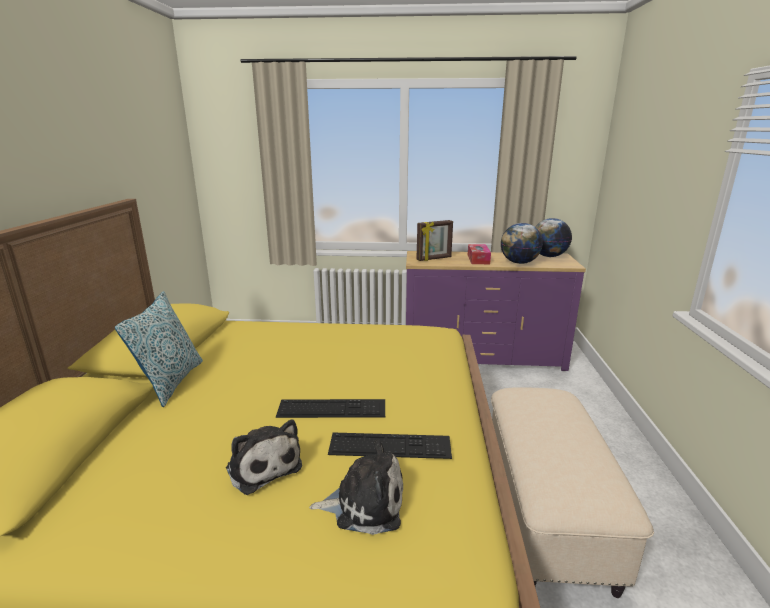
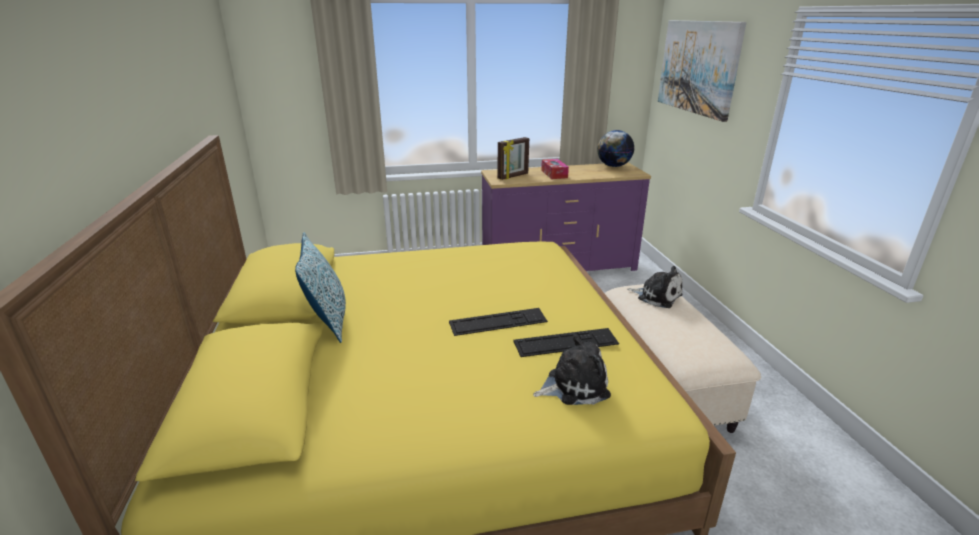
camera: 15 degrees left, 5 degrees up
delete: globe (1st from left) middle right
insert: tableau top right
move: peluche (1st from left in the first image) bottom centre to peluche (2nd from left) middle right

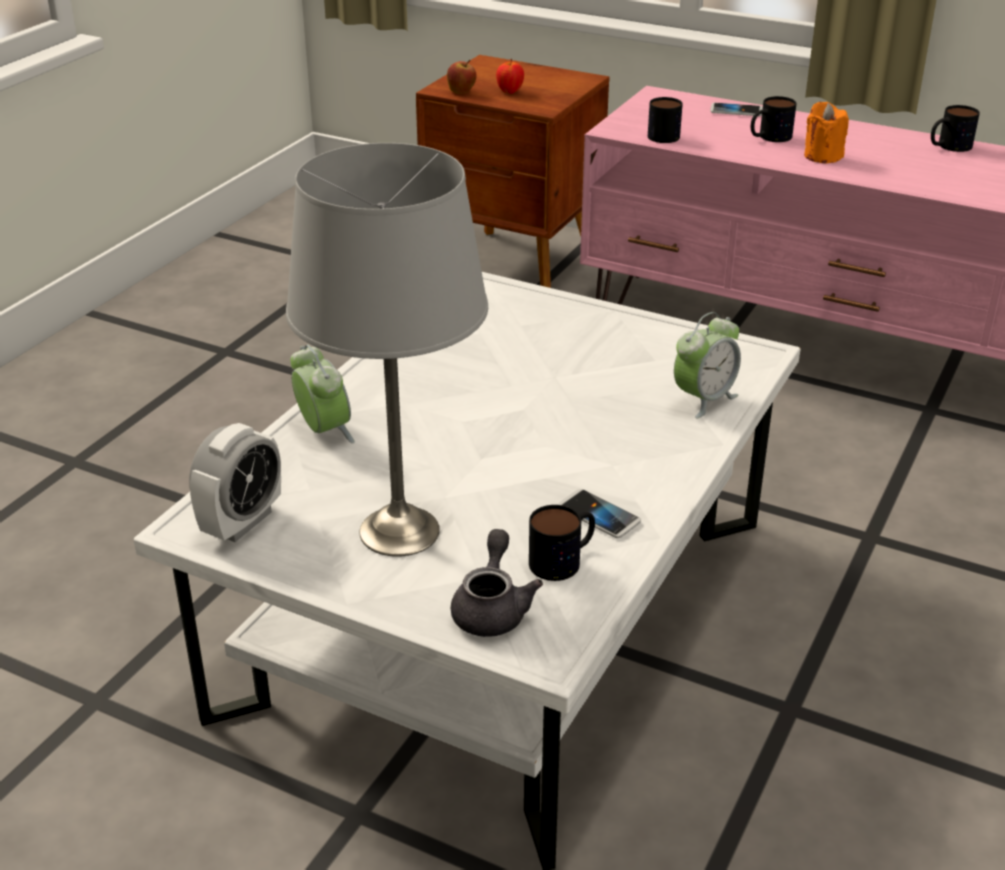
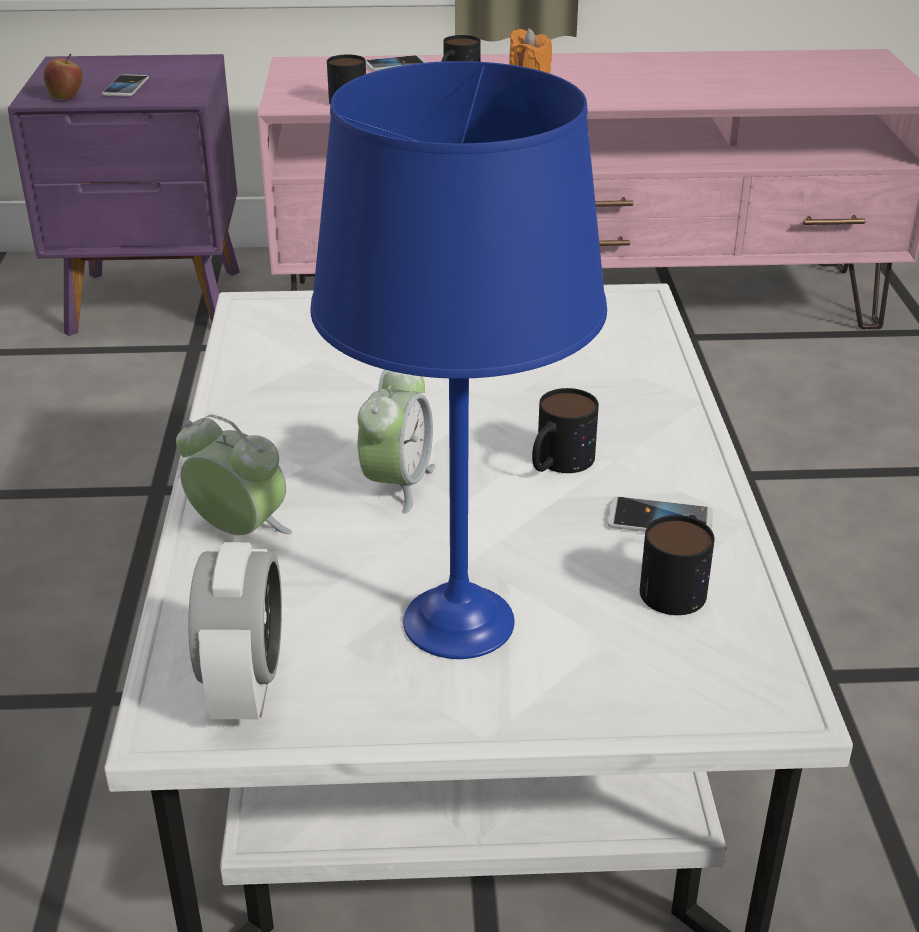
camera: 30 degrees left, 0 degrees up
delete: théière/gris bottom centre
move: réveil (3rd from left) middle right to centre; mug (4th from left in the first image) top right to mug (3rd from left) centre
replace: pomme (2nd from left) top centre to téléphone (1st from left) top left
recolor: table de chevet/marron top centre to table de chevet/violet top left; lampe de table/gris centre to lampe de table/bleu centre

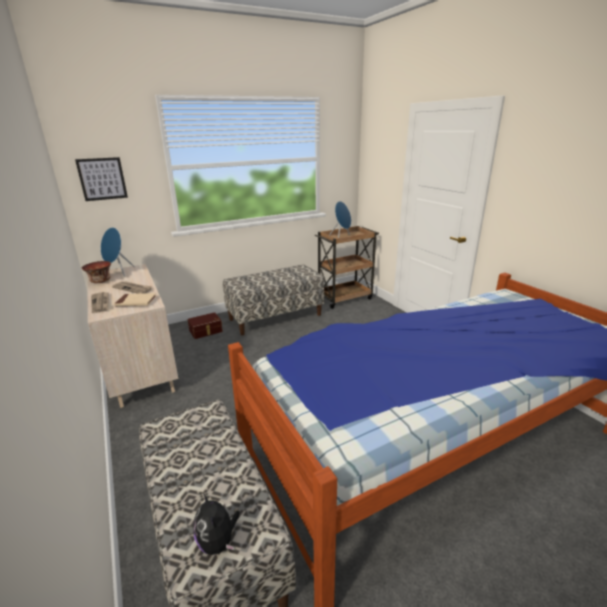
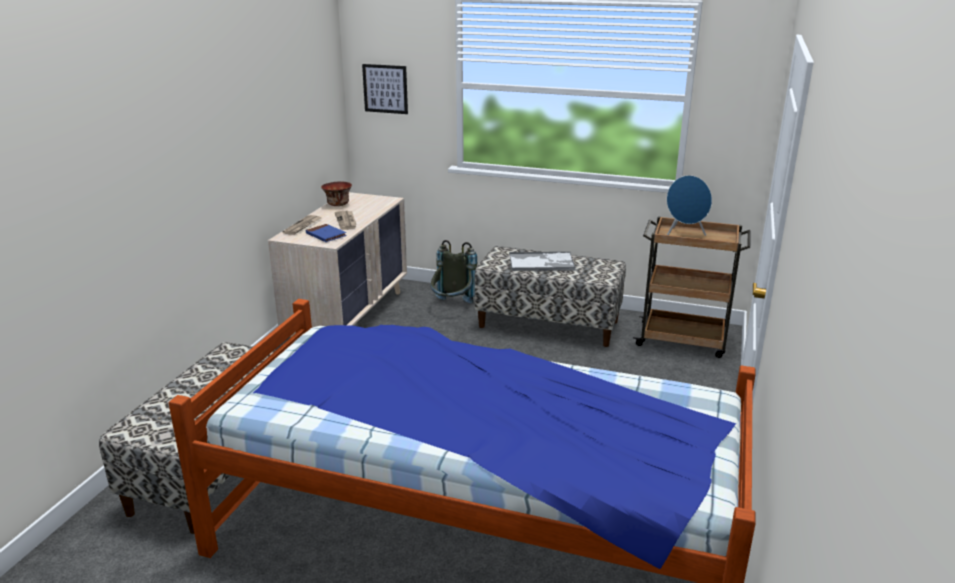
camera: 45 degrees right, 0 degrees up
delete: enceinte/bleu (1st from left) middle left; peluche bottom centre
insert: plateau centre
replace: boîte de rangement/marron centre to sac à dos/gris centre
recolor: livre/beige middle left to livre/bleu centre

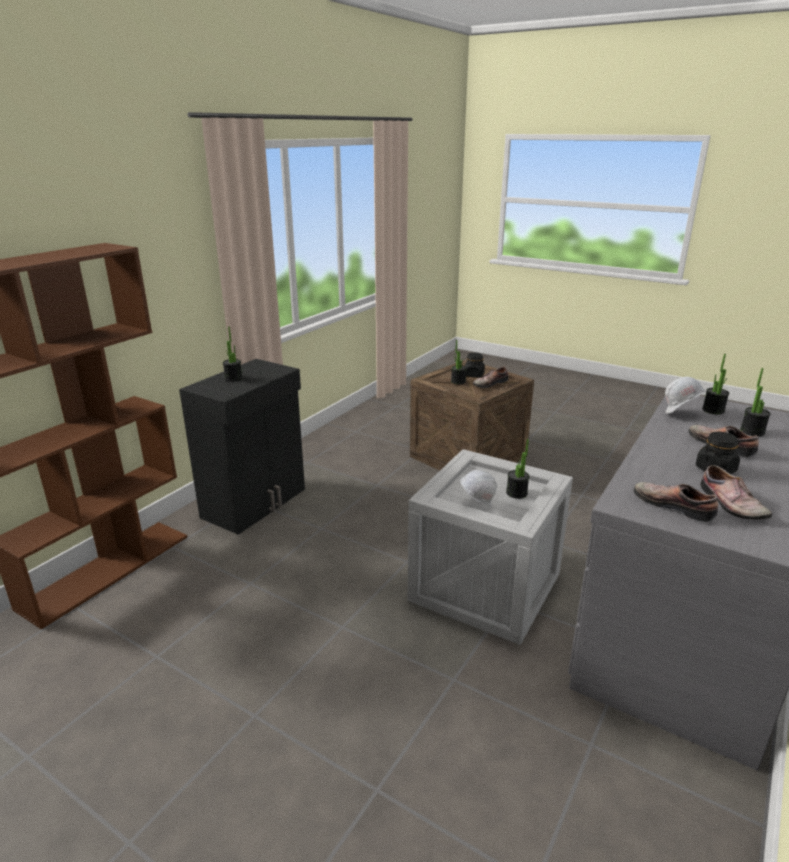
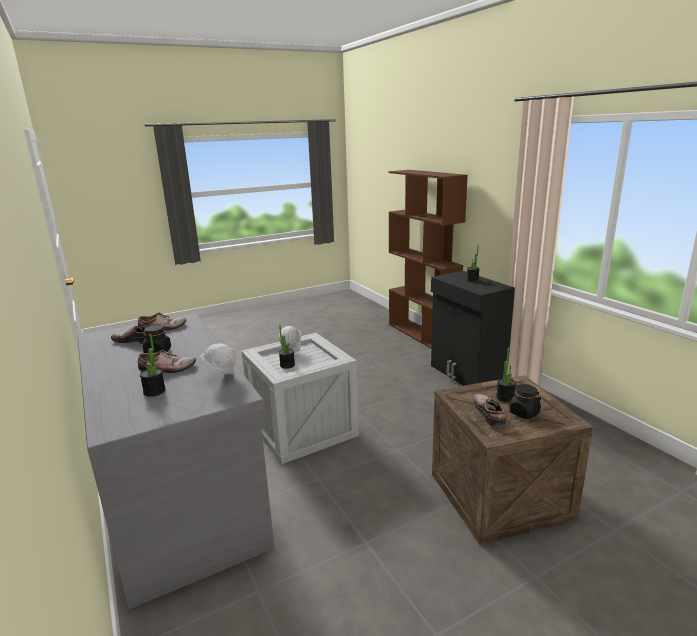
camera: 120 degrees right, 5 degrees down
delete: plante en pot (4th from left) middle right

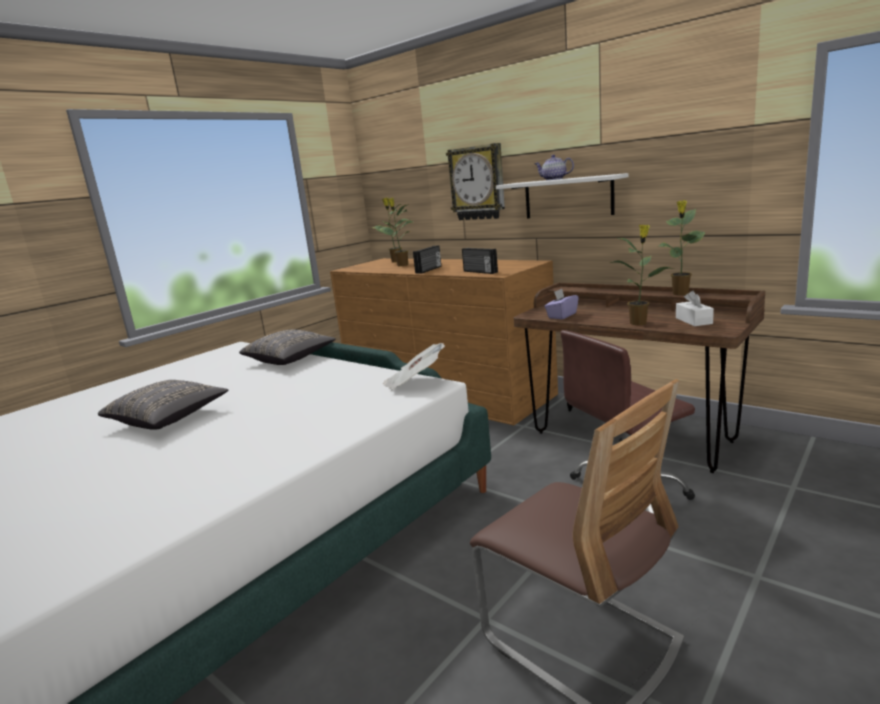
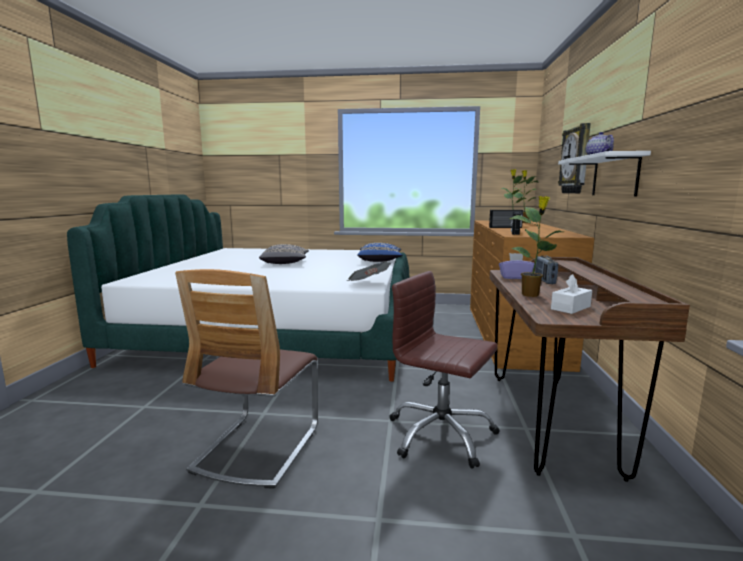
camera: 55 degrees right, 5 degrees down
delete: plante en pot (4th from left) middle right
insert: radio (3rd from left) middle right
recolor: coussin/gris (2nd from left) middle left to coussin/bleu centre

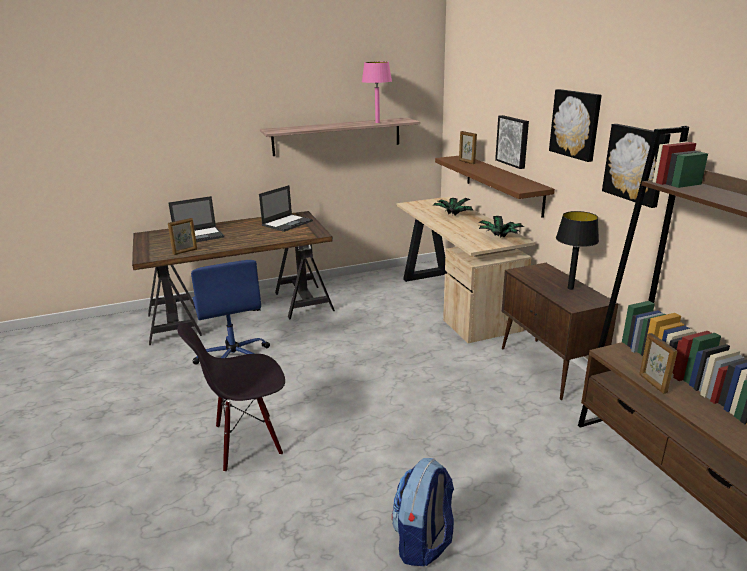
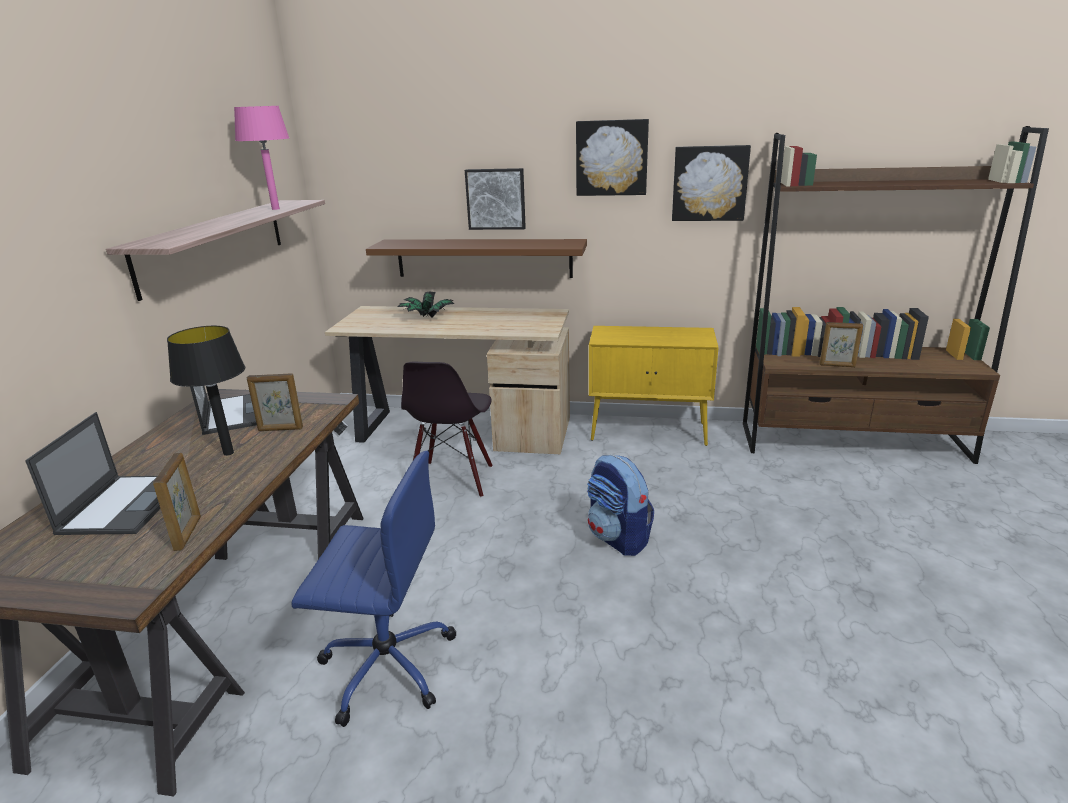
camera: 60 degrees left, 0 degrees up
delete: plante en pot (2nd from left) middle right
move: lampe de table/noir middle right to middle left; cadre photo (2nd from left) top centre to middle left; chaise/noir bottom left to centre; sac à dos bottom centre to centre
recolor: meuble de rangement/marron middle right to meuble de rangement/jaune centre

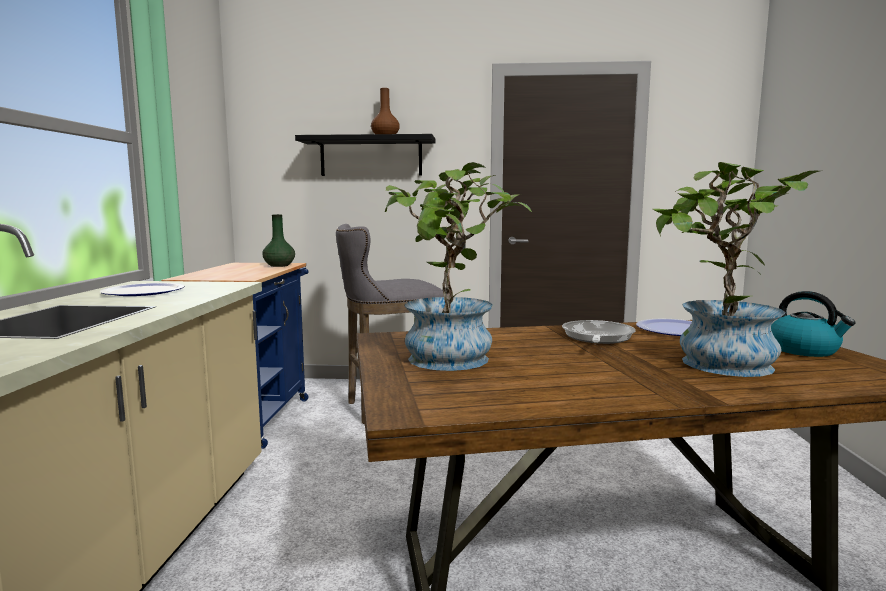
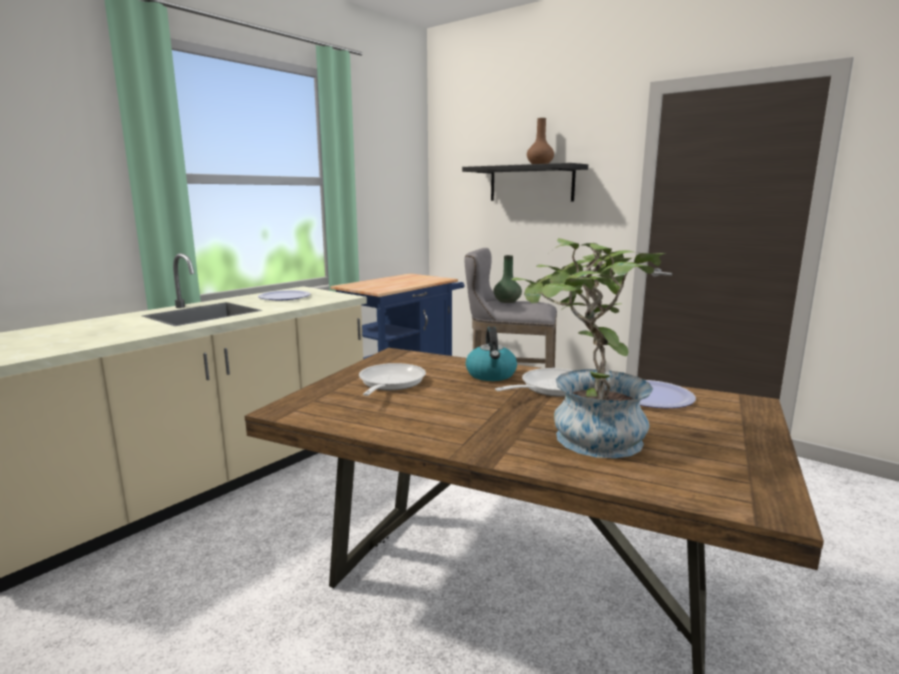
camera: 35 degrees right, 5 degrees up
move: bouilloire middle right to centre; vase/vert middle left to centre
replace: plante en pot (1st from left) centre to poêle (1st from left) centre

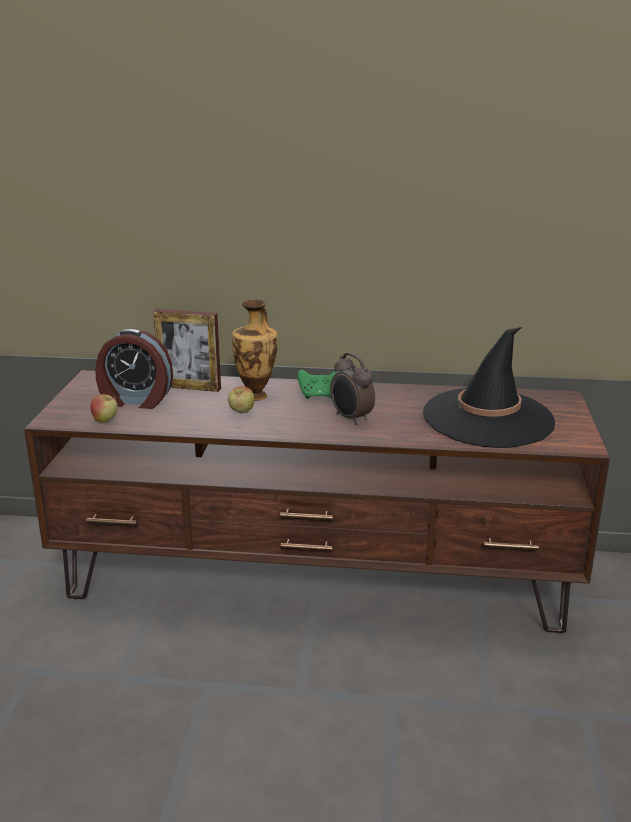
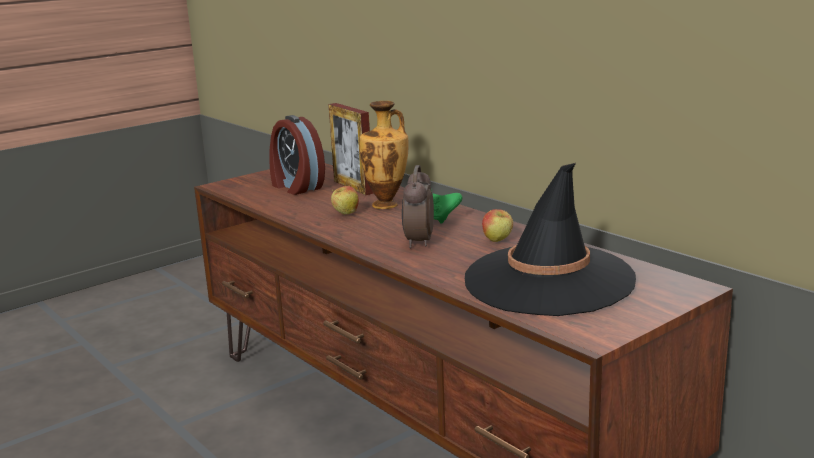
camera: 45 degrees right, 5 degrees down
move: pomme (1st from left in the first image) middle left to pomme (2nd from left) centre

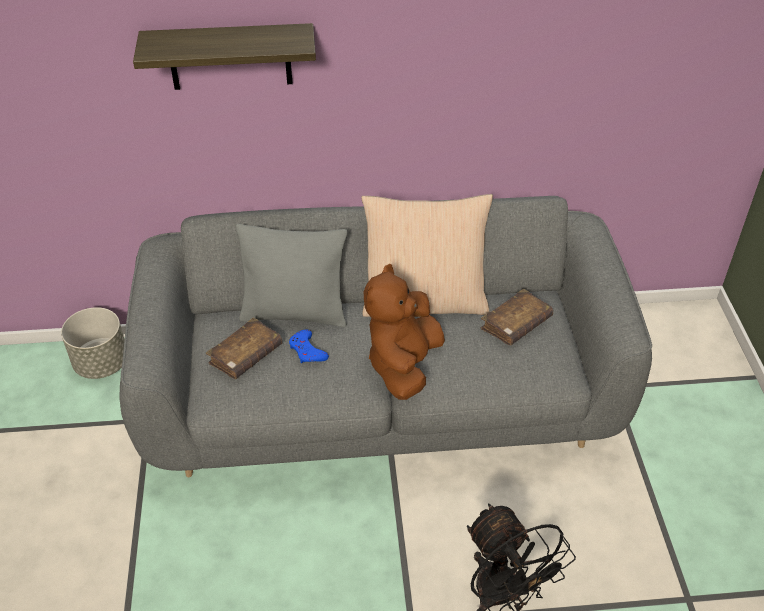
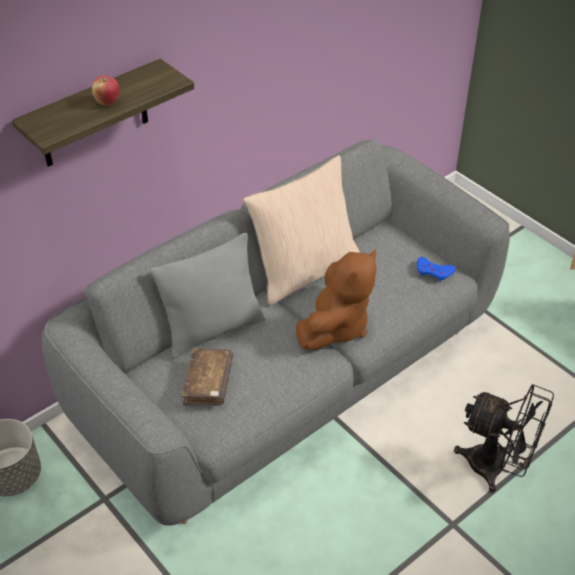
camera: 35 degrees left, 0 degrees up
delete: livre/marron (2nd from left) middle right
insert: pomme top left
move: manette/bleu centre to middle right
rotate: peluche/marron centre = centre 135 degrees counterclockwise

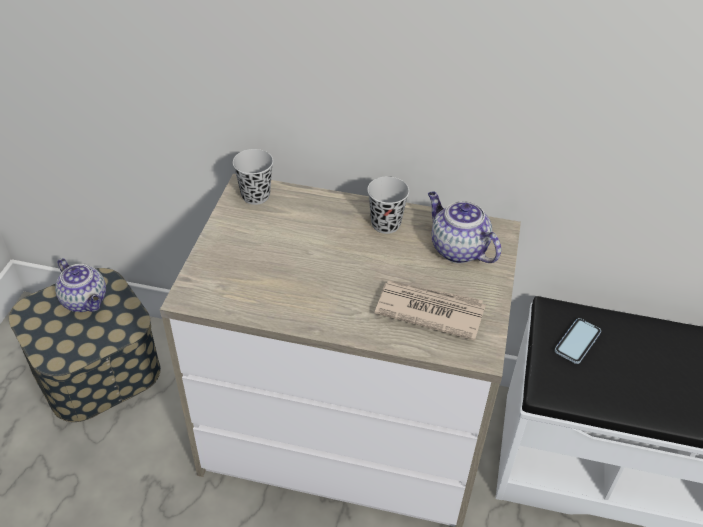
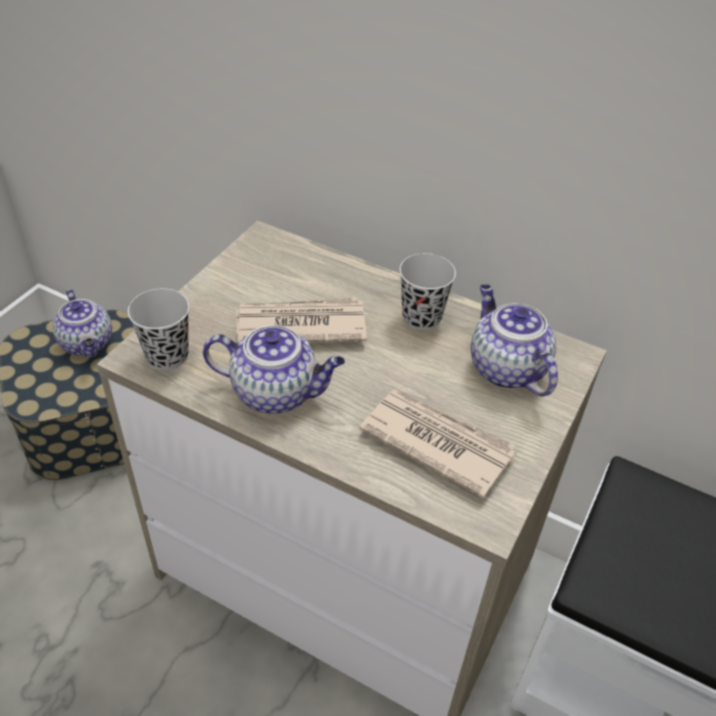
camera: 15 degrees right, 0 degrees up
delete: téléphone middle right
insert: théière (2nd from left) centre; journal (1st from left) centre
move: tasse/noir (1st from left) centre to middle left

